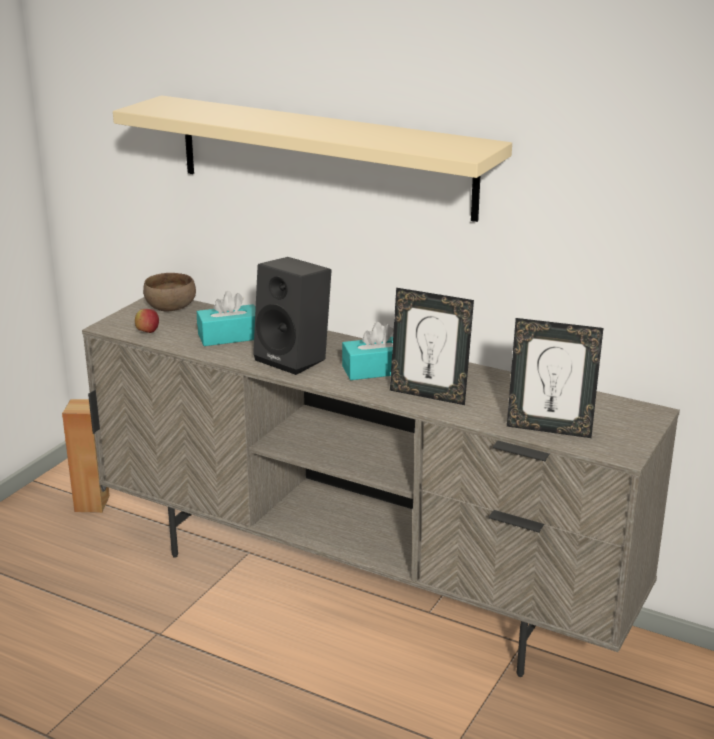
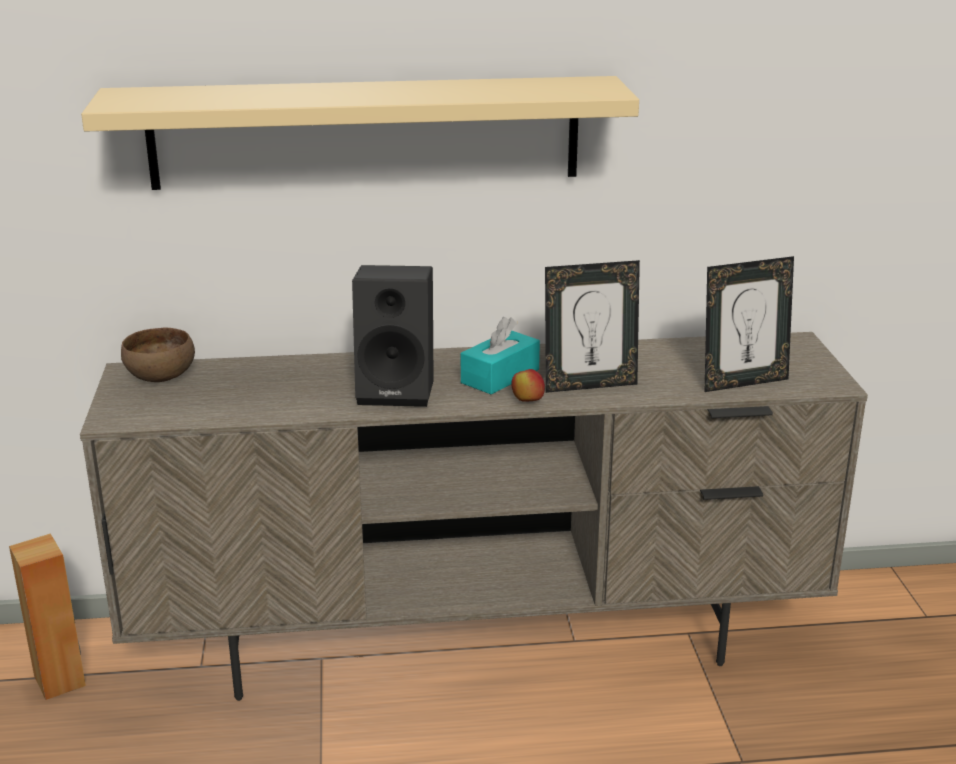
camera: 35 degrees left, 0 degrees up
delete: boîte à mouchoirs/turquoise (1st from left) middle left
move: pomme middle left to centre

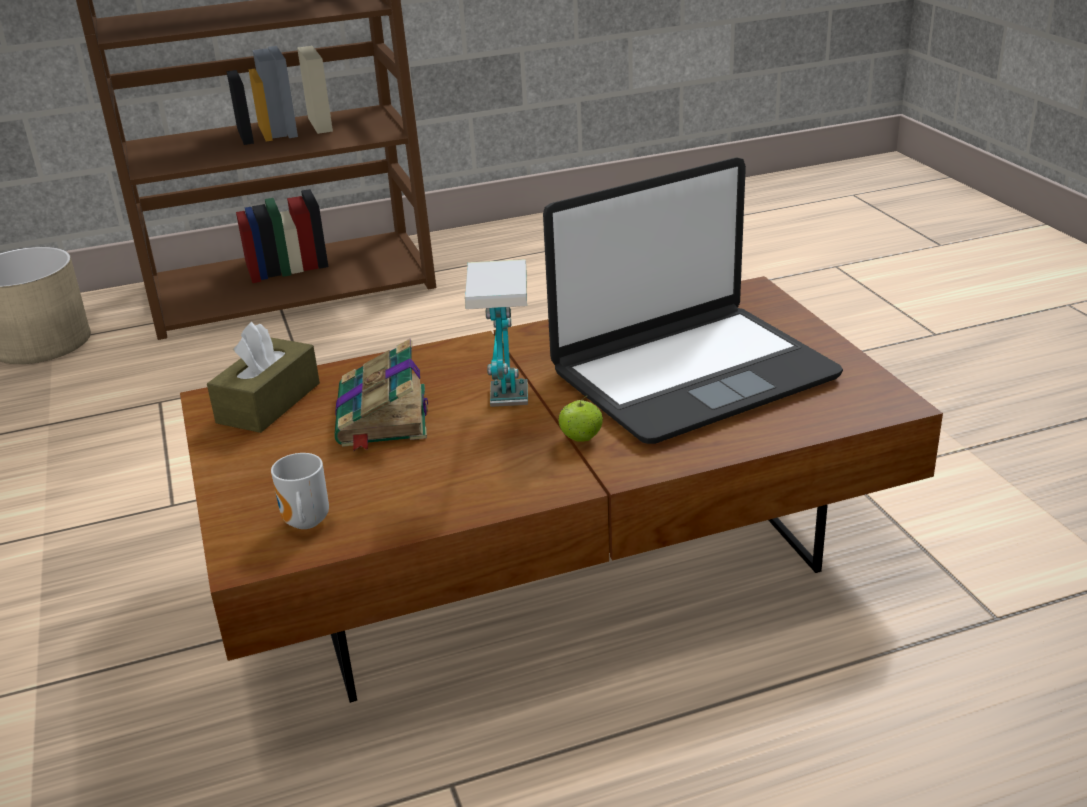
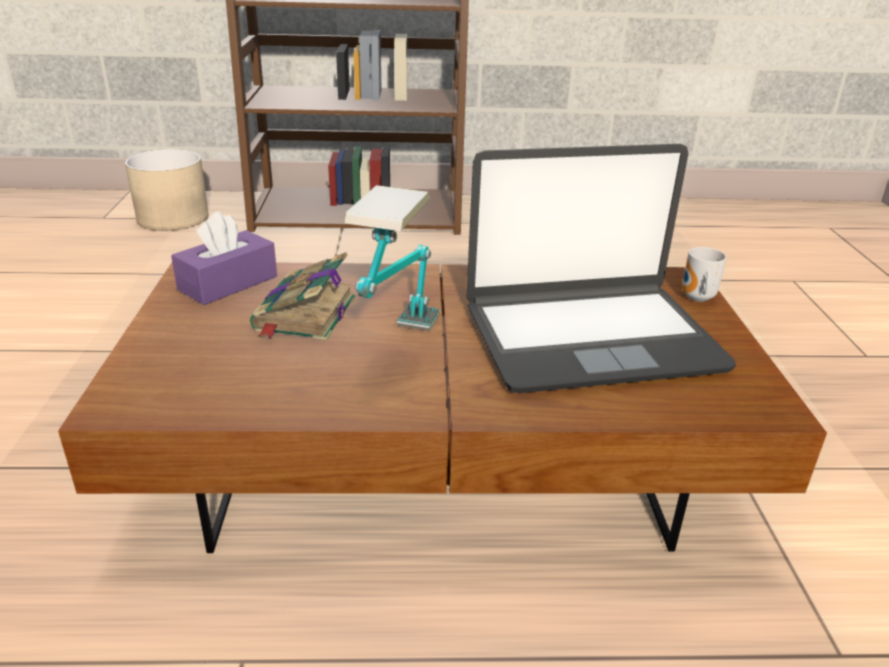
camera: 15 degrees right, 0 degrees up
delete: pomme centre
move: mug middle left to middle right
recolor: boîte à mouchoirs/marron middle left to boîte à mouchoirs/violet middle left

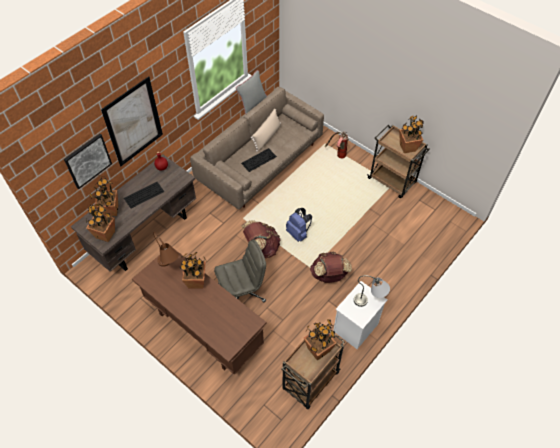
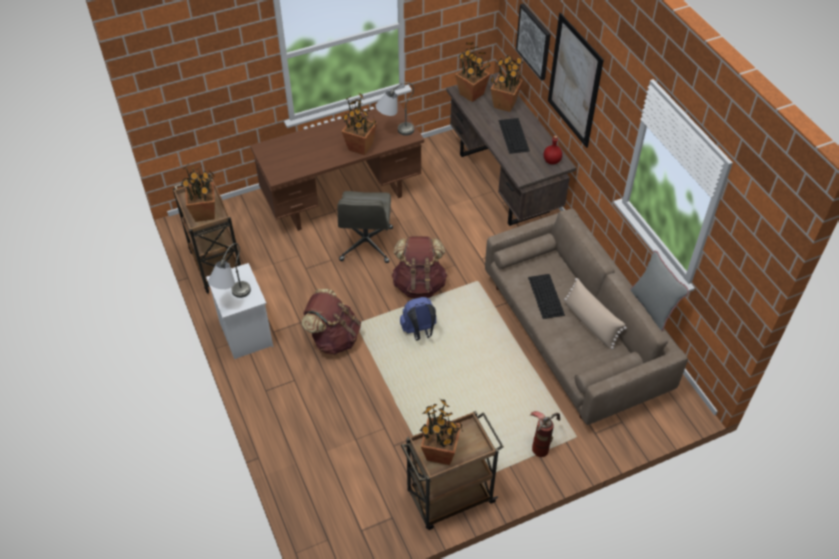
camera: 115 degrees right, 5 degrees down
recolor: lampe de table/marron middle left to lampe de table/gris (2nd from left) top centre

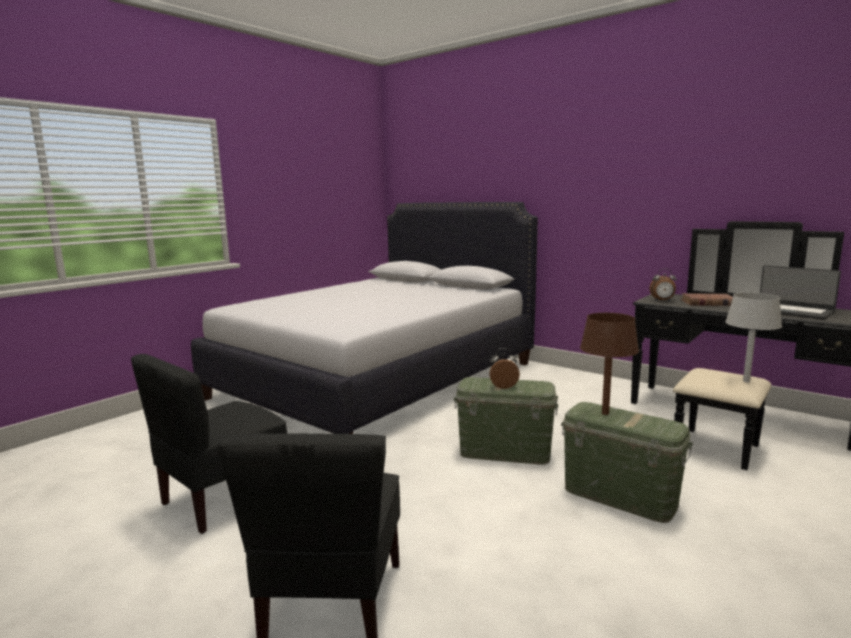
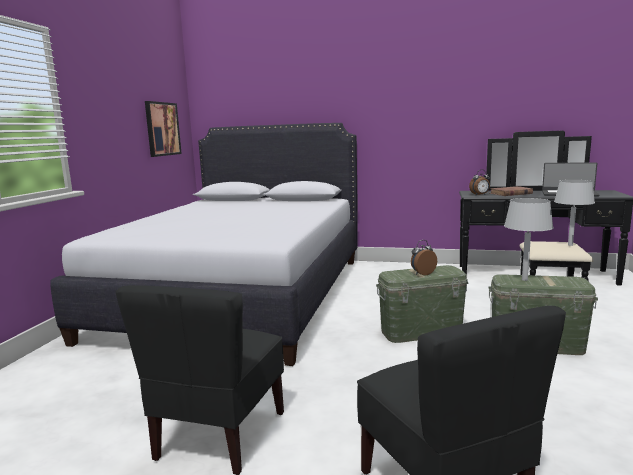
camera: 25 degrees left, 0 degrees up
insert: tableau top left
recolor: lampe de table/marron middle right to lampe de table/gris (1st from left) middle right

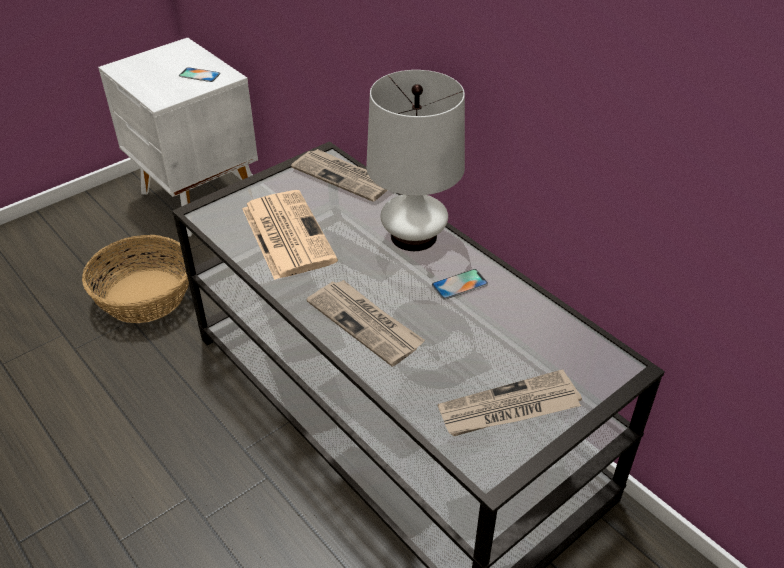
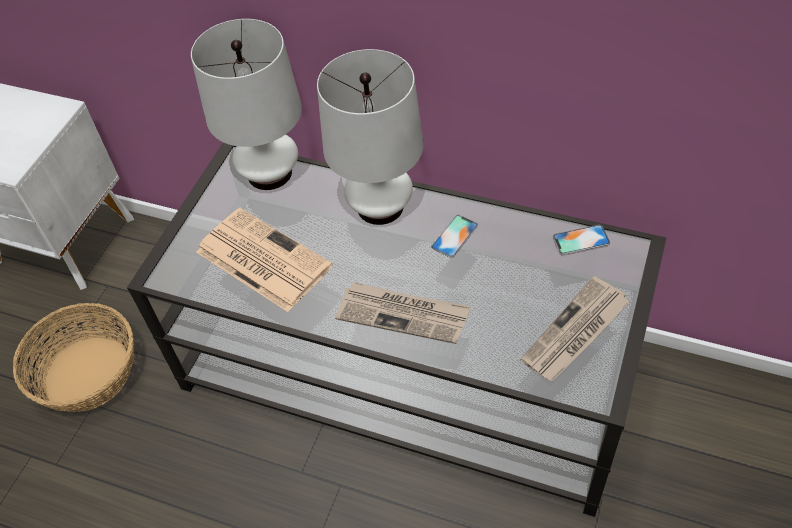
camera: 25 degrees left, 10 degrees up
move: téléphone (1st from left in the first image) top left to téléphone (2nd from left) middle right
replace: journal (2nd from left) top centre to lampe de table/blanc (1st from left) top left

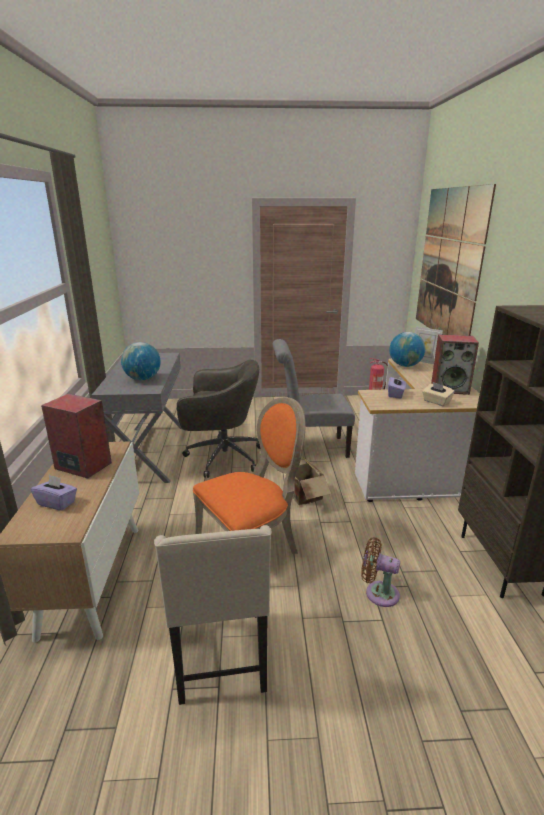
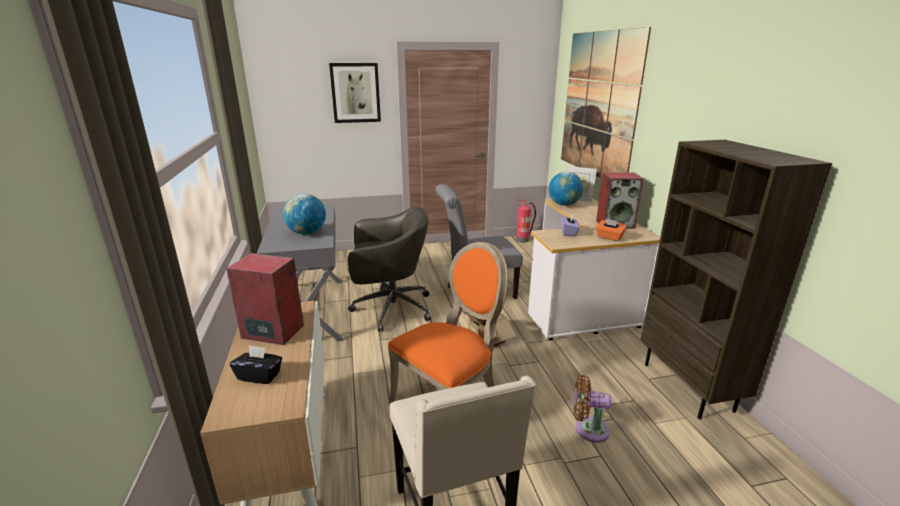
camera: 10 degrees left, 0 degrees up
insert: tableau (1st from left) top centre
recolor: boîte à mouchoirs/violet (1st from left) middle left to boîte à mouchoirs/noir bottom left; boîte à mouchoirs/beige middle right to boîte à mouchoirs/orange middle right

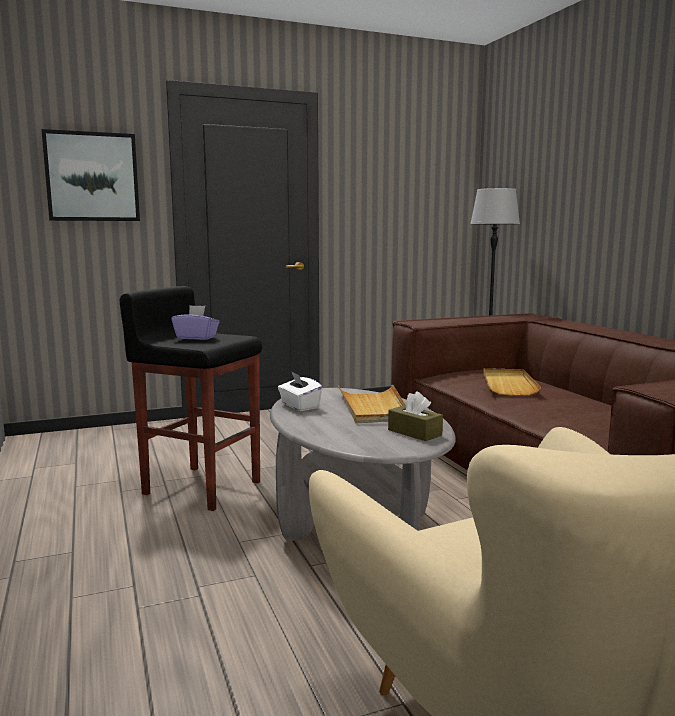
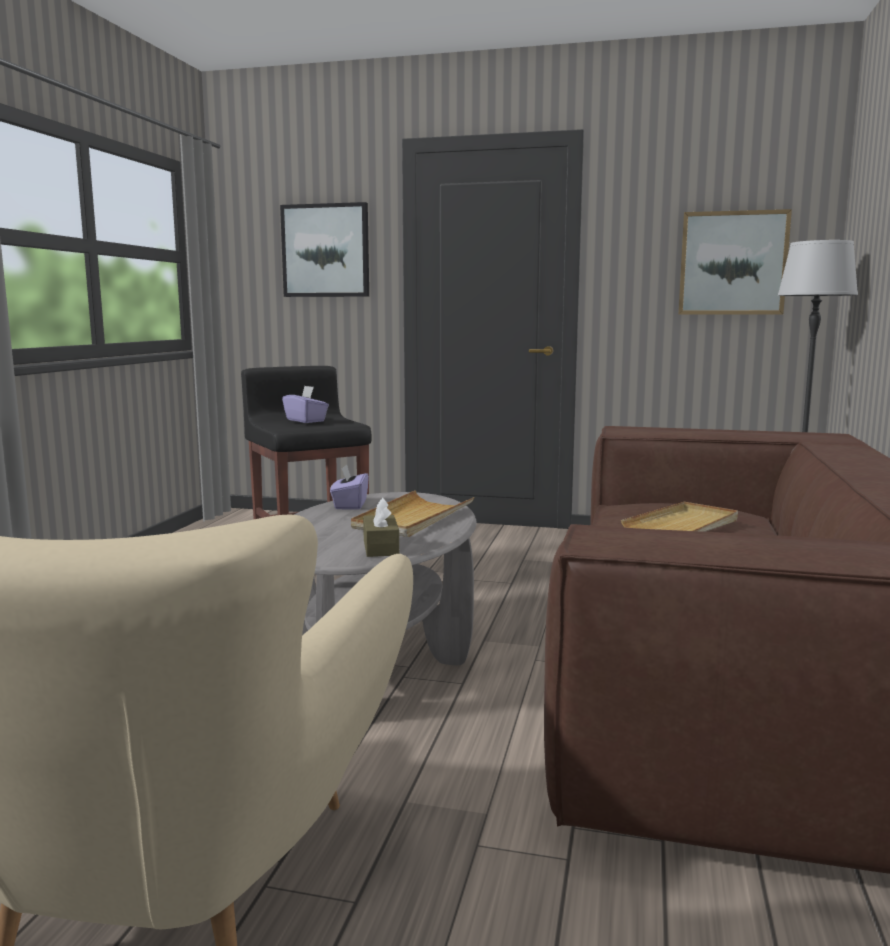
camera: 35 degrees right, 0 degrees up
insert: tableau (2nd from left) top right
recolor: boîte à mouchoirs/blanc centre to boîte à mouchoirs/violet (2nd from left) centre

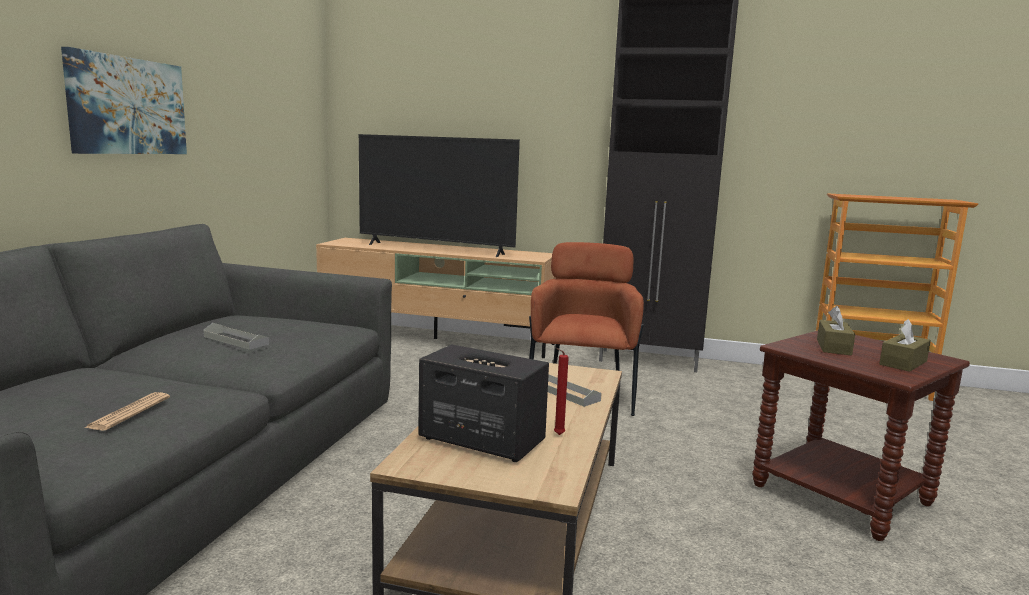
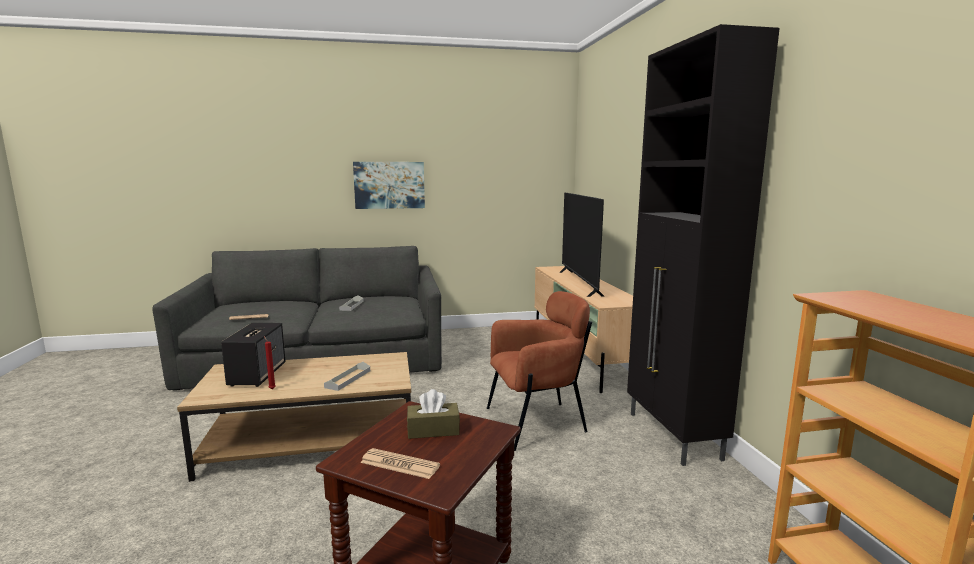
camera: 65 degrees right, 0 degrees up
replace: boîte à mouchoirs/marron (2nd from left) middle right to journal (2nd from left) bottom centre

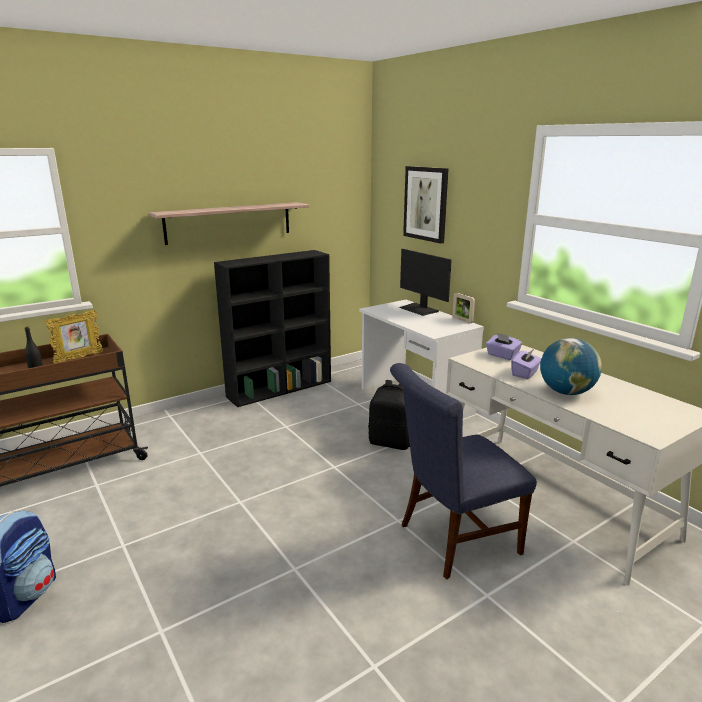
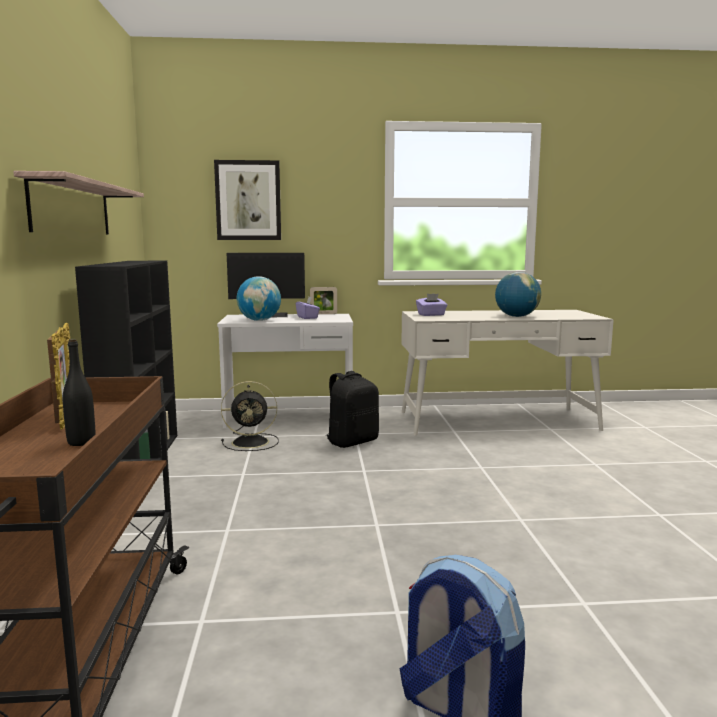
camera: 60 degrees left, 10 degrees down
delete: chaise/bleu bottom centre
insert: ventilateur/noir centre; globe (1st from left) centre
move: boîte à mouchoirs/violet (2nd from left in the first image) middle right to boîte à mouchoirs/violet (1st from left) centre

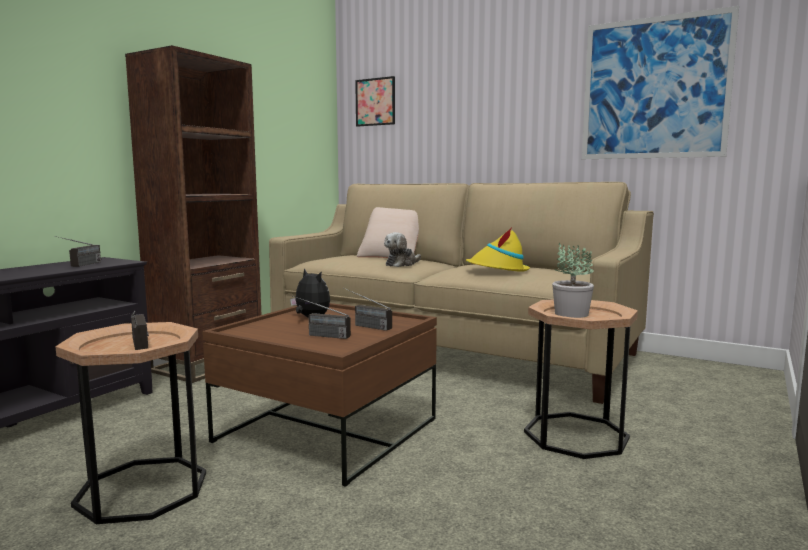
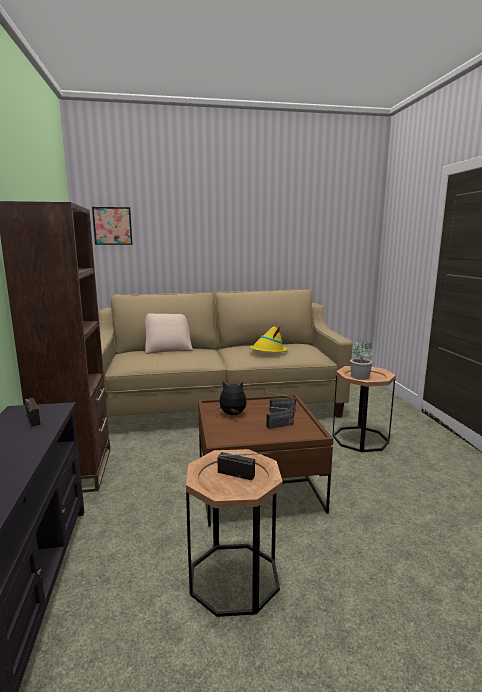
camera: 40 degrees left, 5 degrees up
delete: peluche (2nd from left) centre; tableau (2nd from left) top right

